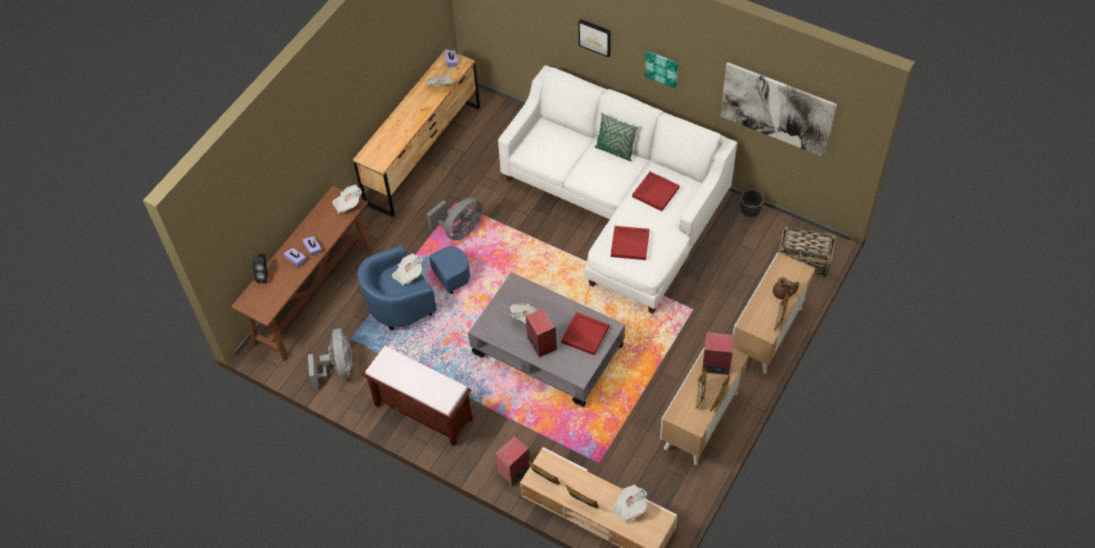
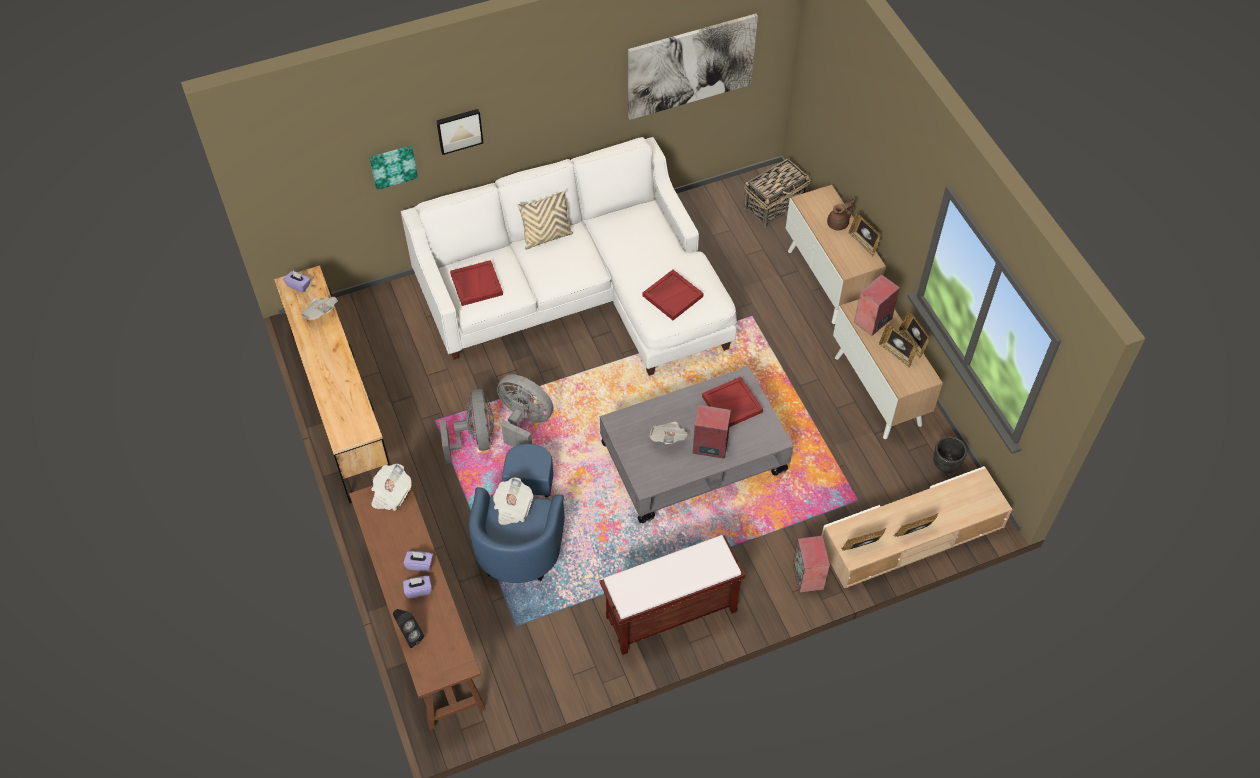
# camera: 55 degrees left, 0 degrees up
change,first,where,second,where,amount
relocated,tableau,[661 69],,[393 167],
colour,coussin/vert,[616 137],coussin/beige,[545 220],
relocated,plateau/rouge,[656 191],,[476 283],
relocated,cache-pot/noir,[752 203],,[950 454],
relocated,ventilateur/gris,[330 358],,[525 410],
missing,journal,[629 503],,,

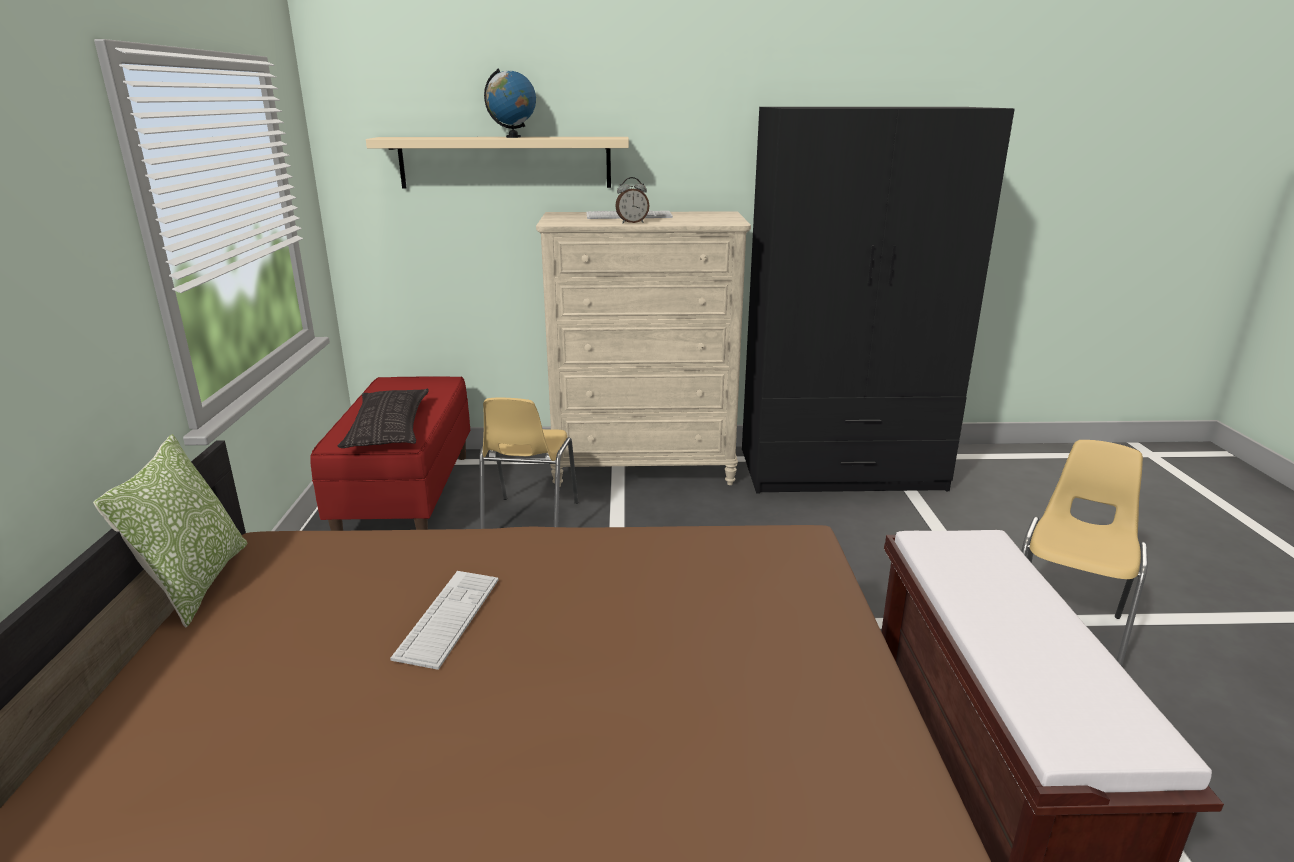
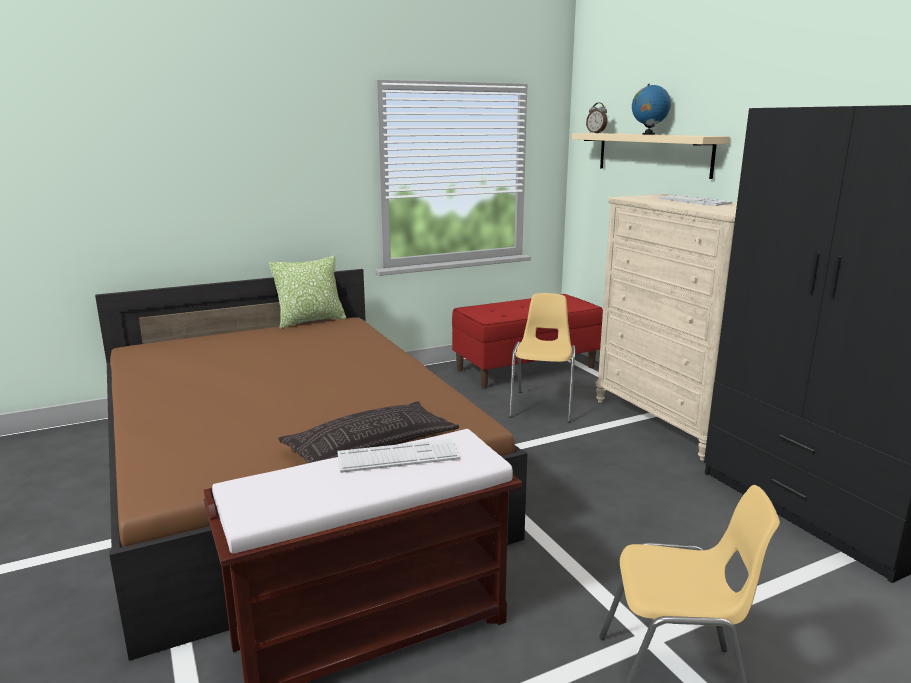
# camera: 65 degrees right, 5 degrees down
change,first,where,second,where,amount
relocated,réveil,[632 200],,[596 117],
relocated,coussin,[383 418],,[368 432],
spun,chaise/jaune,[529 463],,[542 357],120 degrees clockwise
relocated,clavier,[444 620],,[398 456],

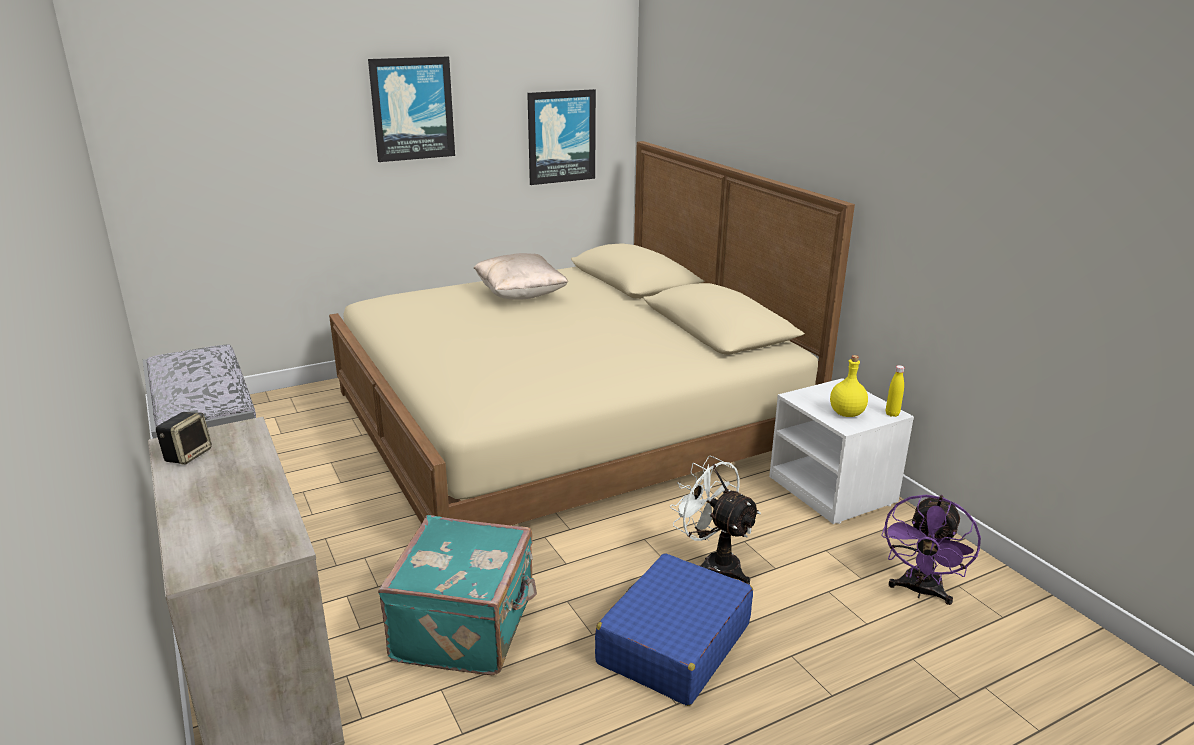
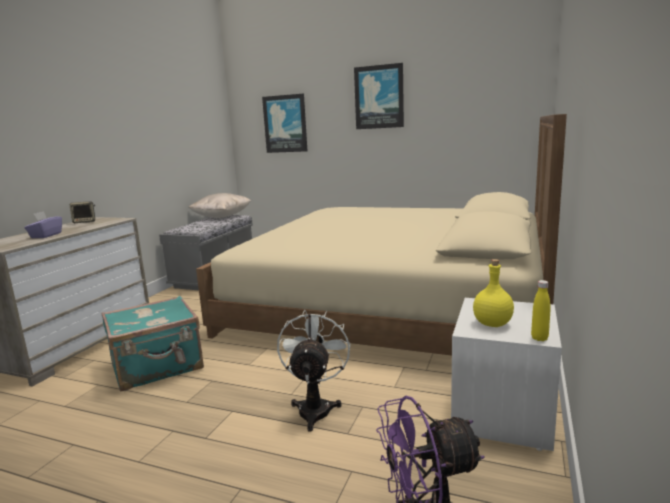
# camera: 50 degrees right, 10 degrees down
change,first,where,second,where,amount
relocated,tableau,[561 137],,[284 123],
relocated,coussin/beige,[521 276],,[220 205],
missing,valise/bleu,[674 629],,,
appeared,,,boîte à mouchoirs/violet,[43 224],

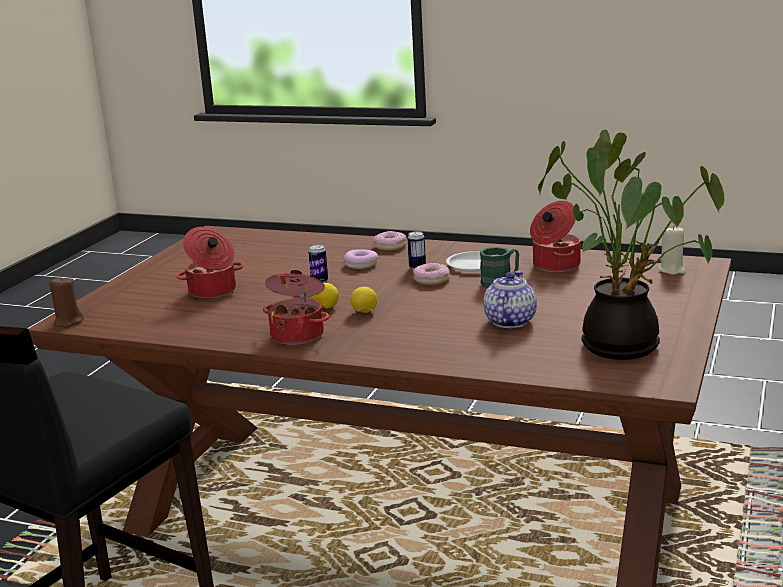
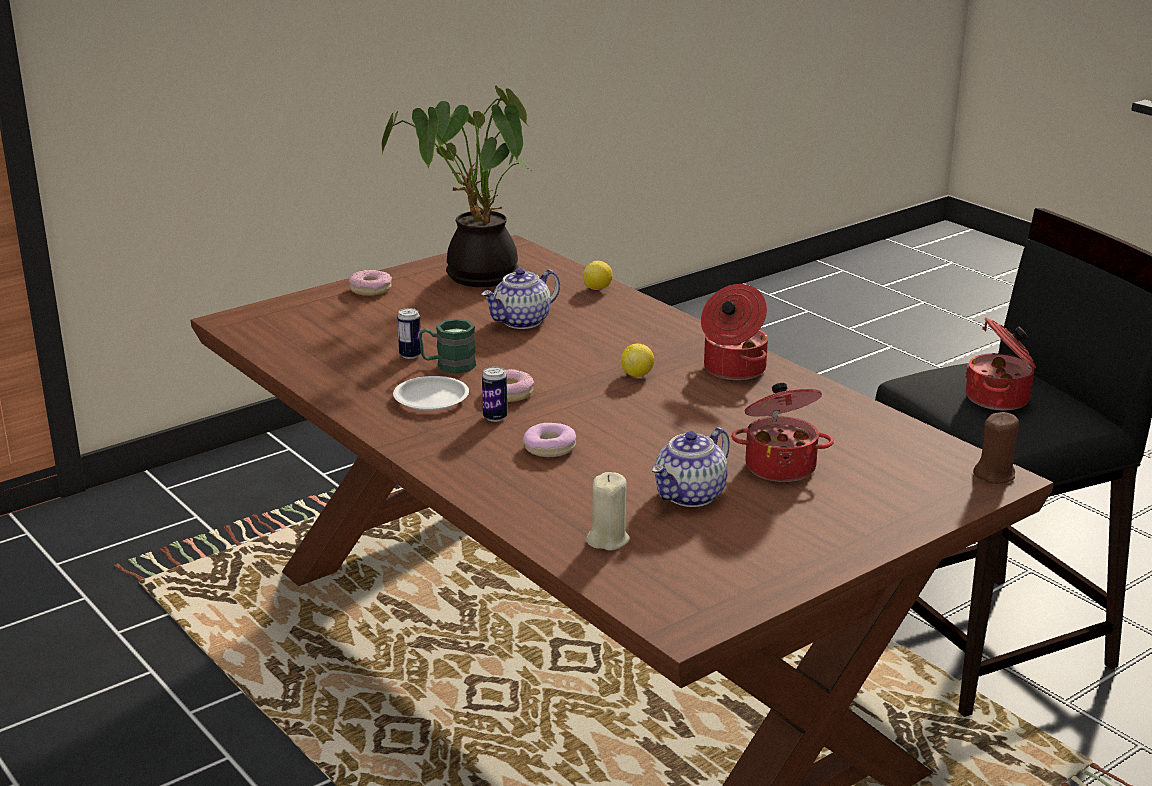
# camera: 150 degrees left, 5 degrees up
change,first,where,second,where,amount
relocated,marmite,[556 236],,[1000 363],
relocated,bougie/beige,[672 250],,[608 511],
relocated,beignet,[390 241],,[370 282],
relocated,boîte métallique,[318 264],,[409 333],
relocated,citron,[325 296],,[598 275],
appeared,,,théière,[691 467],

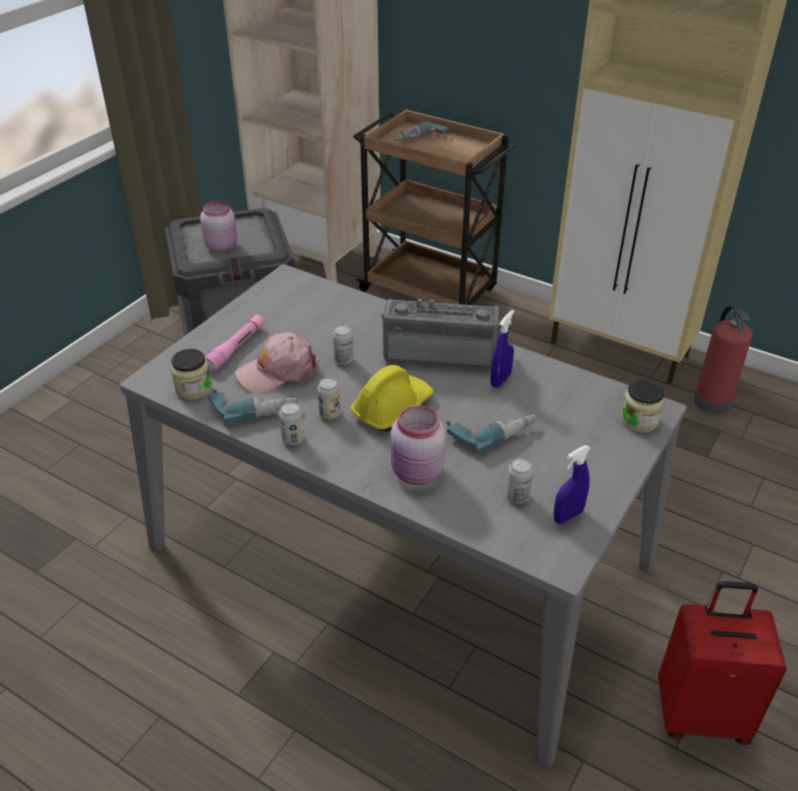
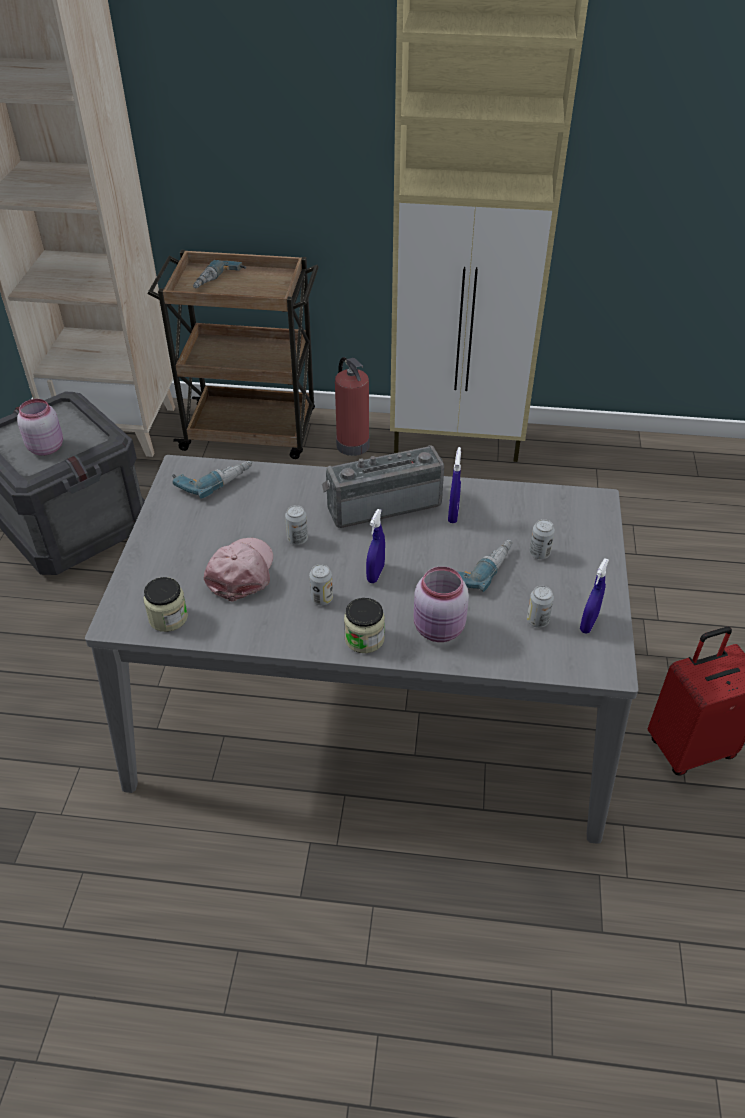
# camera: 25 degrees left, 5 degrees up
change,first,where,second,where,amount
relocated,extincteur,[723 360],,[352 406],
missing,lampe de poche/rose,[235 343],,,
spun,casquette/rose,[277 362],,[238 569],150 degrees clockwise
exchanged,casque de chantier/jaune,[392 398],vaporisateur/bleu,[375 546],
relocated,bocal,[642 406],,[364 625],
relocated,perceuse,[254 407],,[212 480],
relocated,boîte métallique,[291 423],,[542 539],

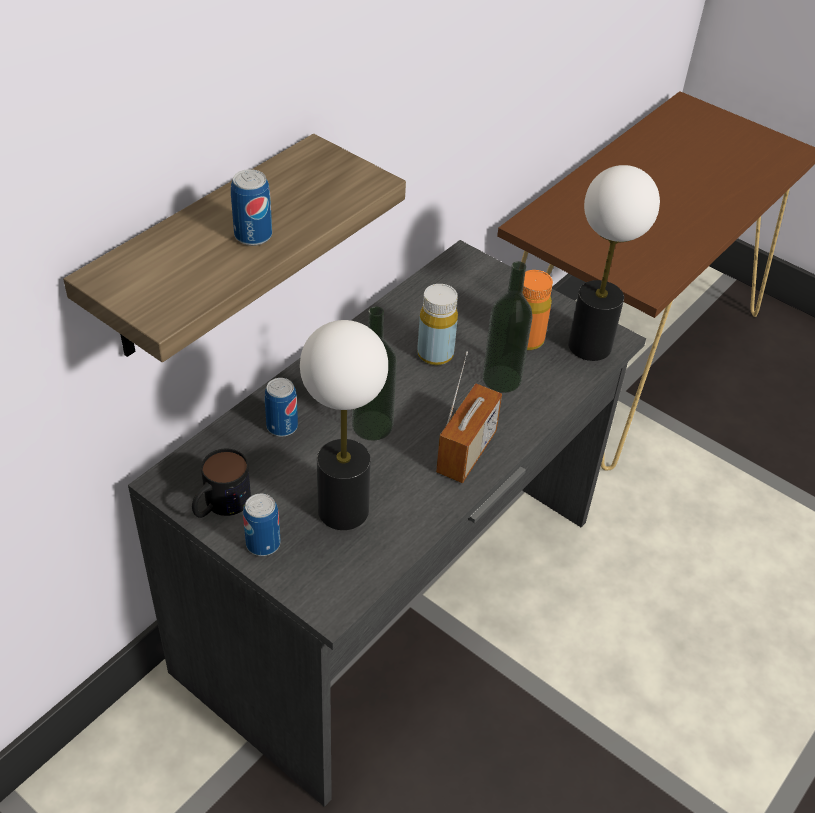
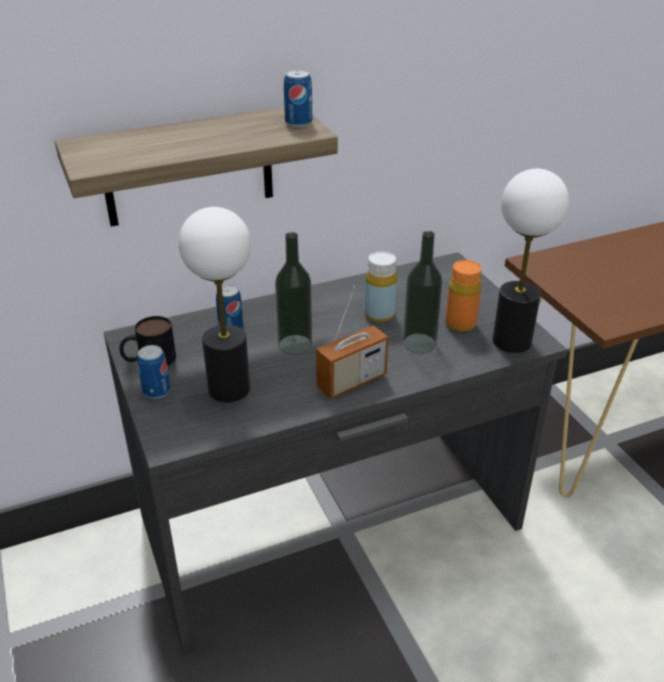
# camera: 30 degrees right, 10 degrees down
change,first,where,second,where,amount
relocated,boîte métallique,[251 207],,[298 98],

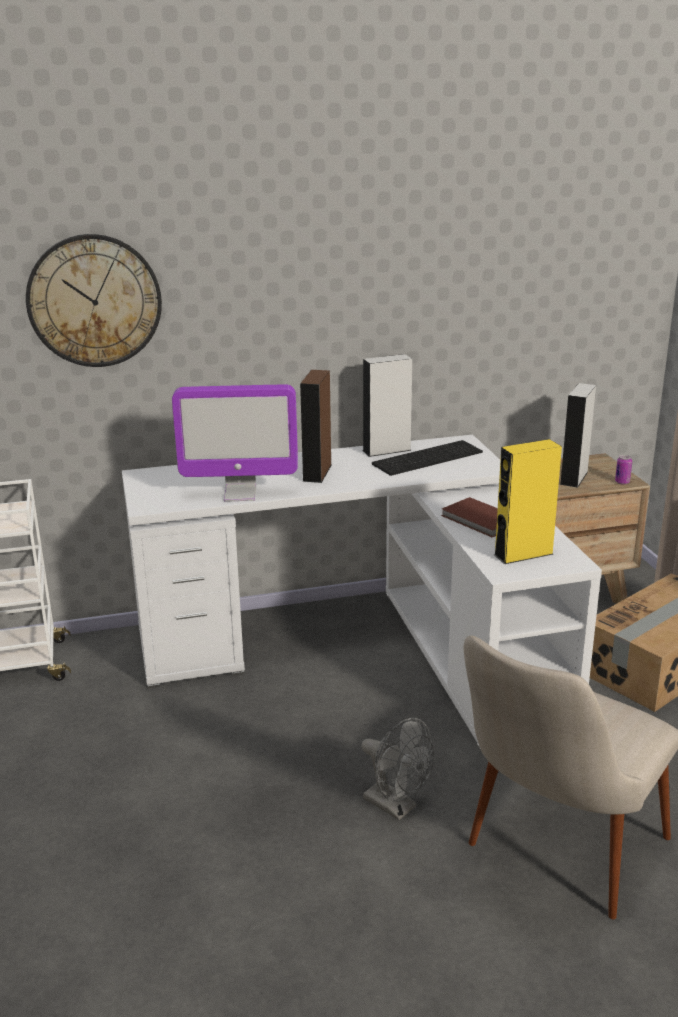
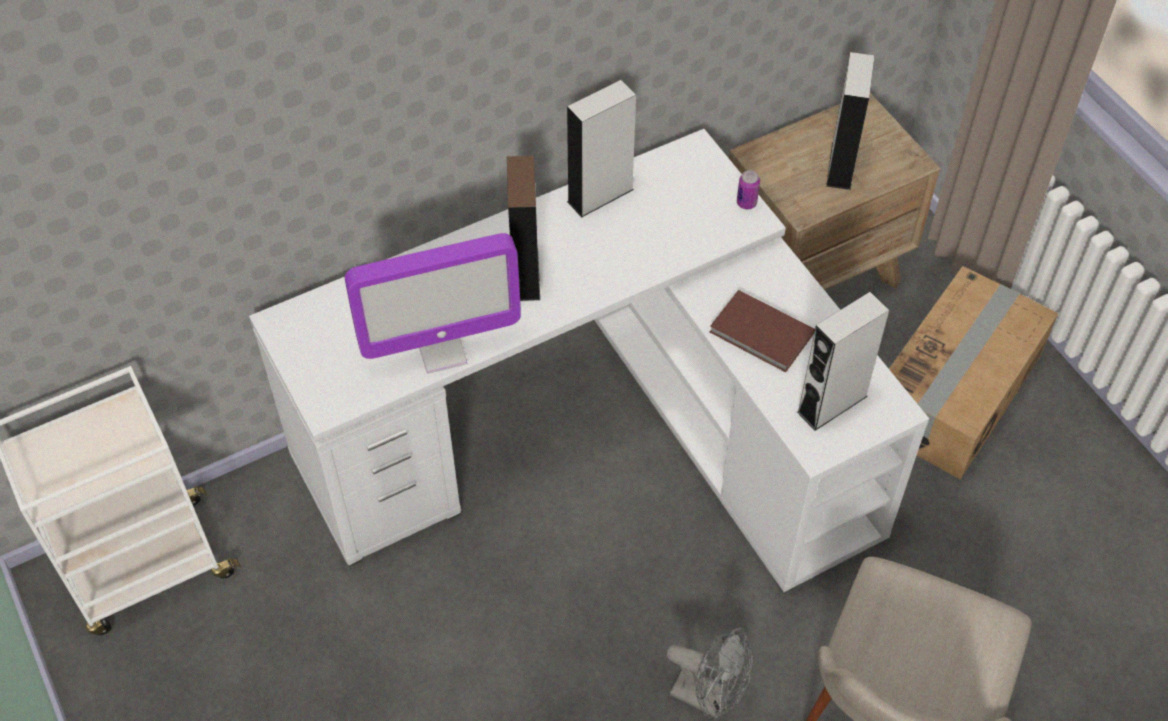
# camera: 15 degrees left, 30 degrees up
change,first,where,second,where,amount
missing,horloge murale,[94 300],,,
colour,enceinte/jaune,[528 501],enceinte/gris,[843 361],
missing,clavier,[427 458],,,
relocated,boîte métallique,[623 470],,[748 189],

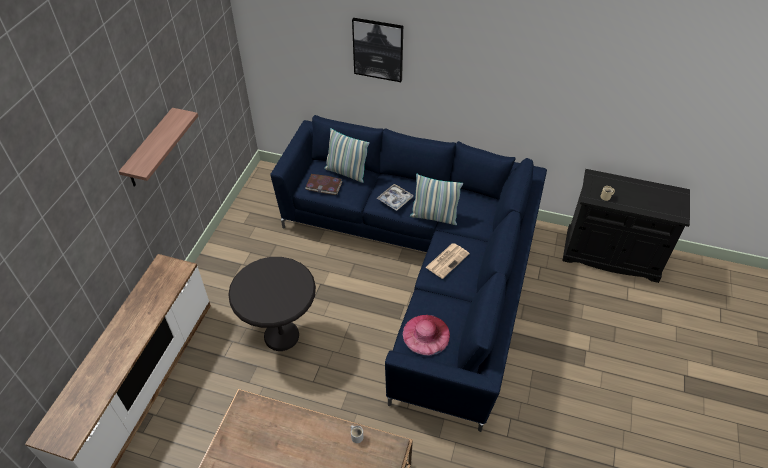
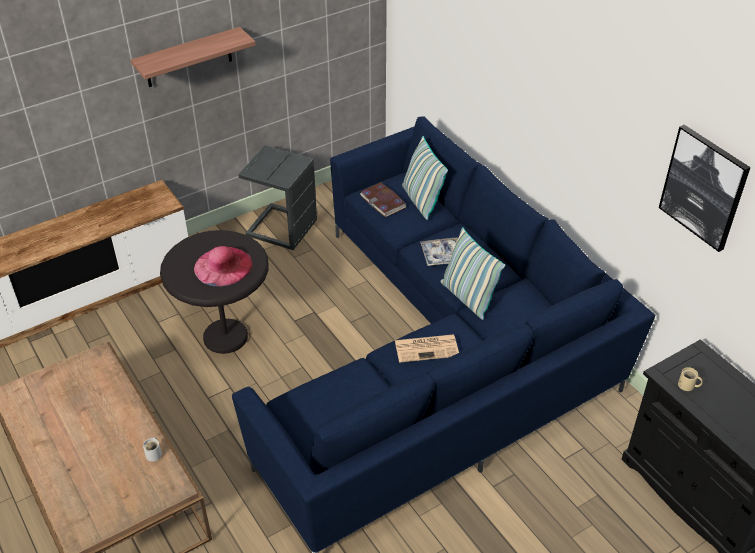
# camera: 40 degrees right, 5 degrees down
change,first,where,second,where,amount
relocated,tableau,[377 50],,[705 188],
relocated,chapeau/rose,[426 335],,[223 266],
appeared,,,table d'appoint/gris,[277 197],

